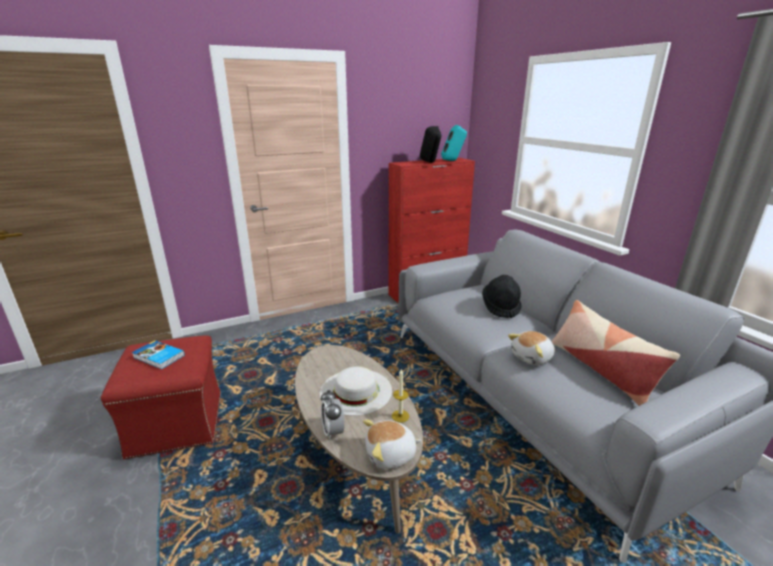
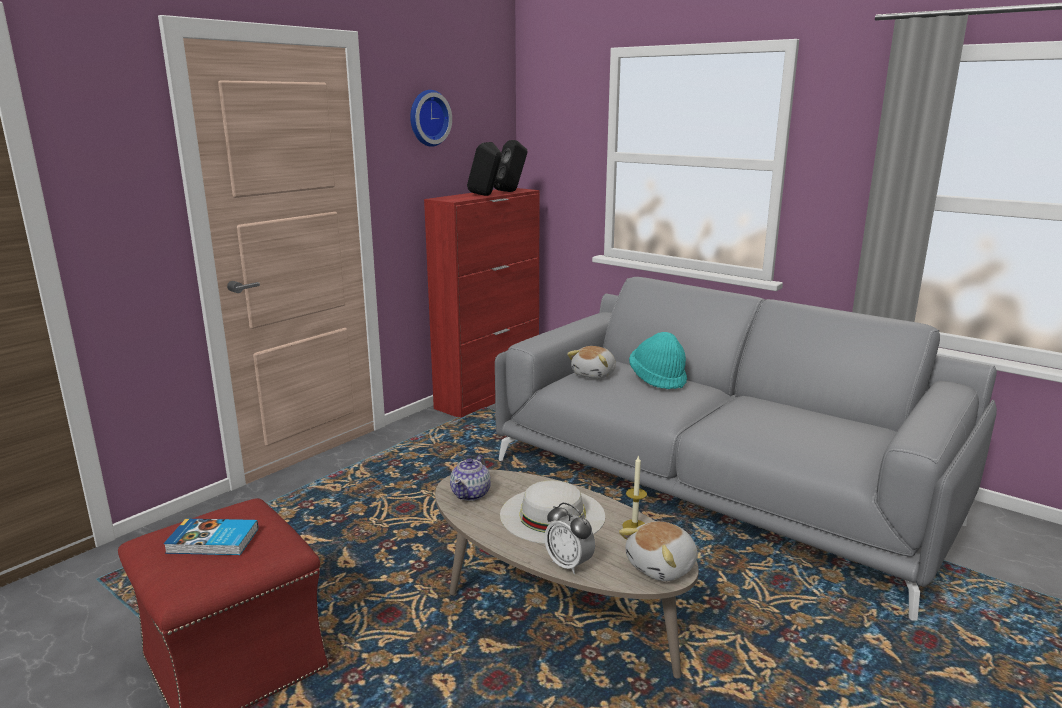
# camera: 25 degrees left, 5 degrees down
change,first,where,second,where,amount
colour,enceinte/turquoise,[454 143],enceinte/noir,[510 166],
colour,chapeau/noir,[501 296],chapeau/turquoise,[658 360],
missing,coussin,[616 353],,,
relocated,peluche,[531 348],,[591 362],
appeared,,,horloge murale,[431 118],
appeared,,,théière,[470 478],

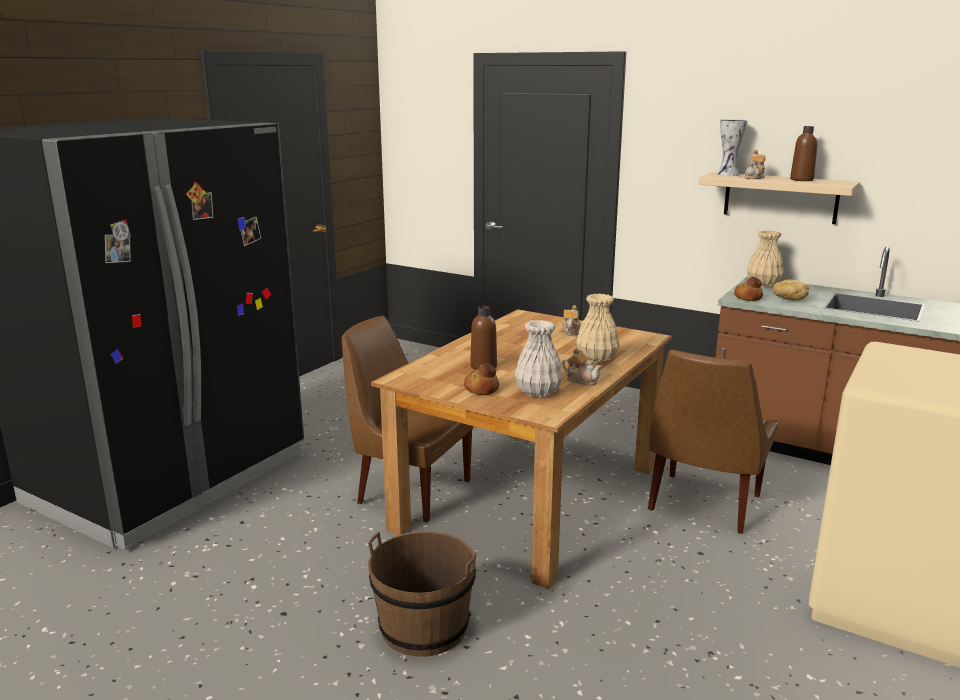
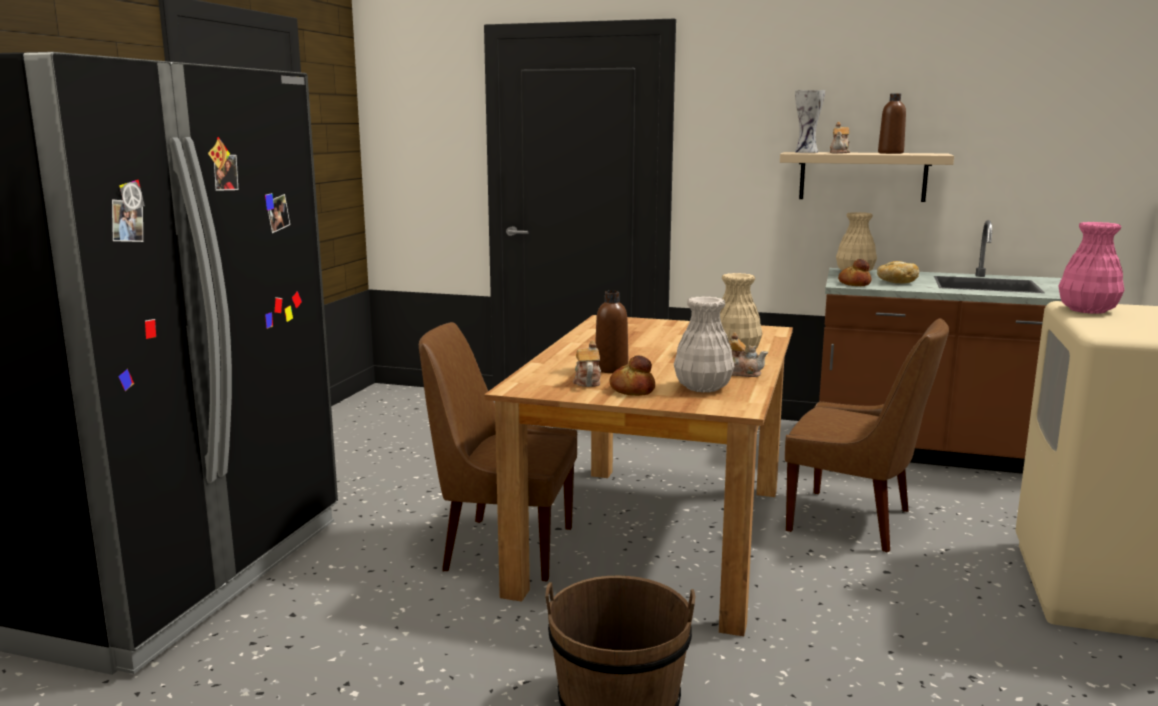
# camera: 15 degrees left, 5 degrees down
change,first,where,second,where,amount
relocated,théière,[570 320],,[587 364],
spun,chaise/marron,[713 442],,[867 435],75 degrees counterclockwise
appeared,,,vase/rose,[1091 268],

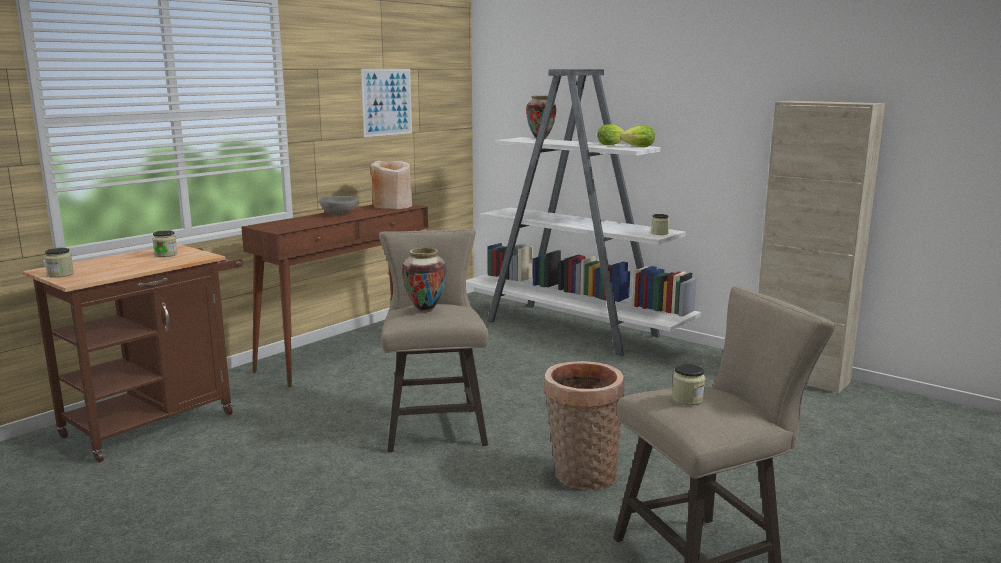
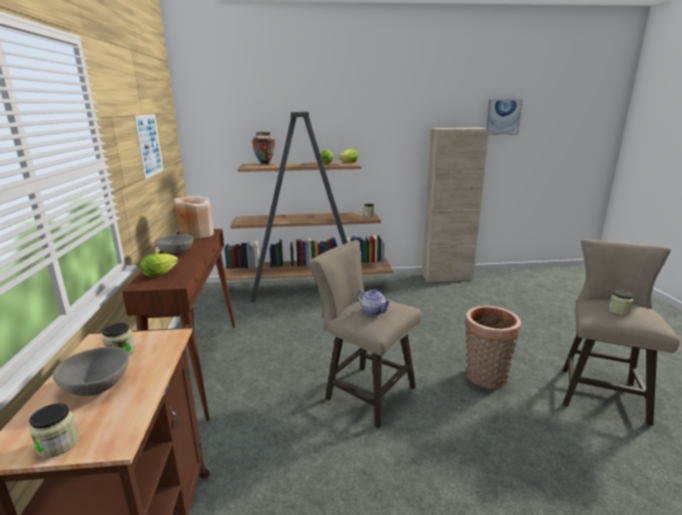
# camera: 45 degrees left, 5 degrees up
change,first,where,second,where,amount
colour,bibliothèque/blanc,[583 212],bibliothèque/marron,[308 207],
exchanged,vase,[424 280],théière,[374 302],
appeared,,,tableau,[504 117],
appeared,,,laitue,[159 265],
appeared,,,bol/gris,[90 371],

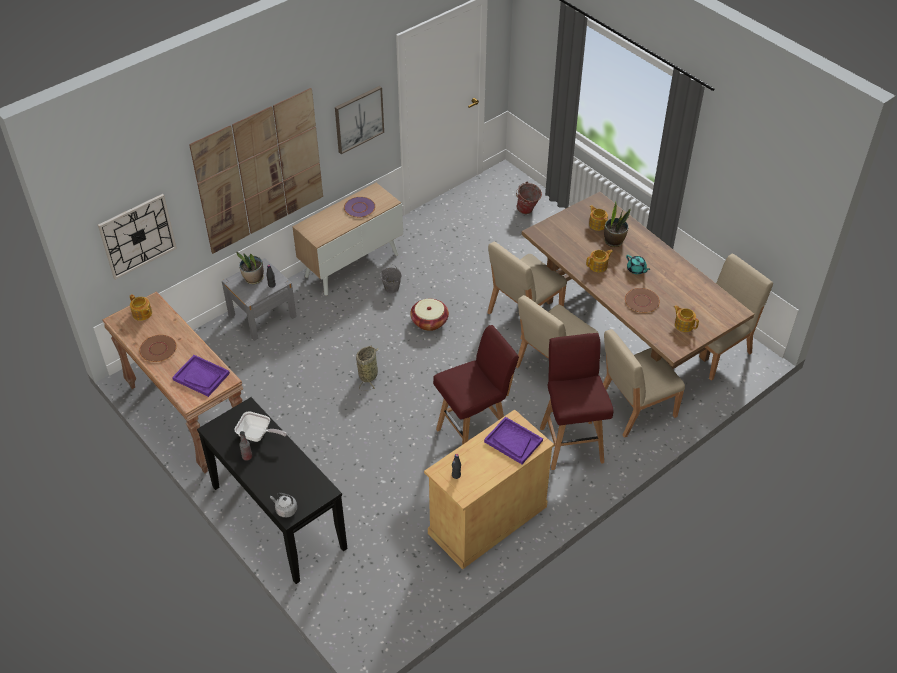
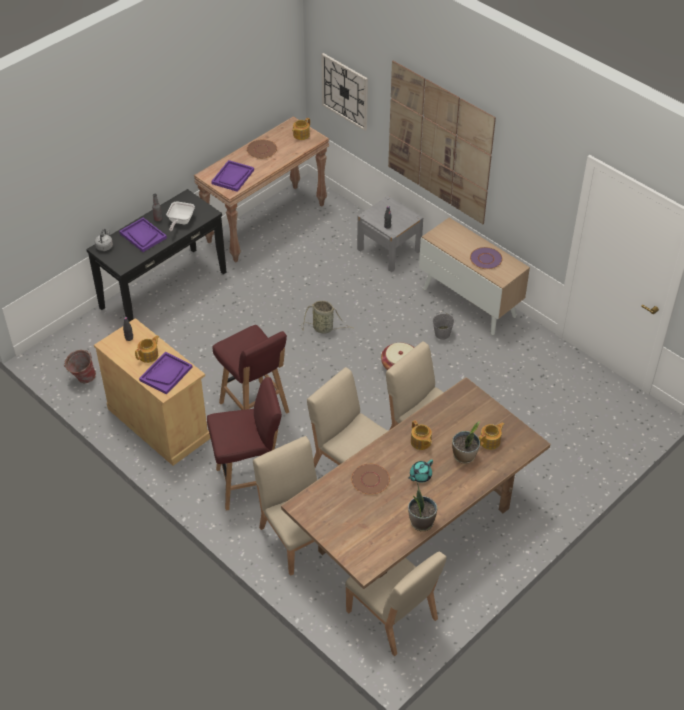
# camera: 85 degrees right, 0 degrees up
change,first,where,second,where,amount
missing,tableau,[359 120],,,
relocated,seau,[529 198],,[80 366],
relocated,plante en pot,[250 268],,[422 507],
relocated,théière,[686 318],,[147 349],
appeared,,,plateau/violet,[143 235],

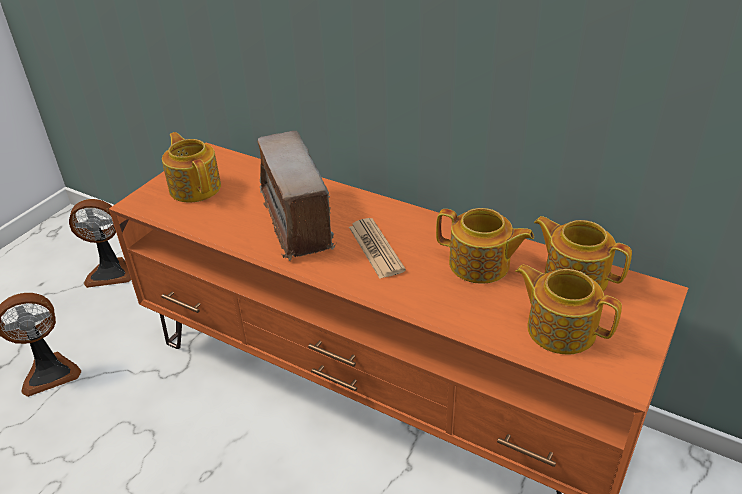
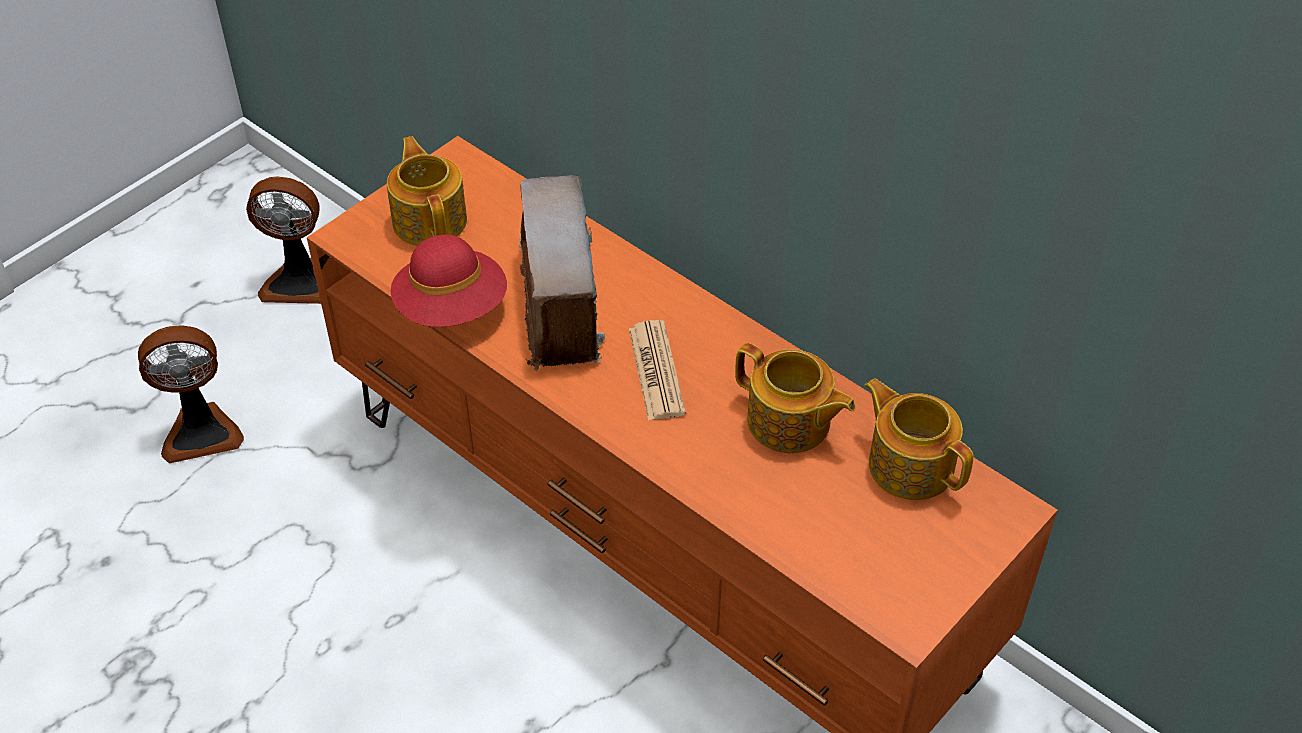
# camera: 10 degrees right, 10 degrees up
change,first,where,second,where,amount
missing,théière,[568 310],,,
appeared,,,chapeau/rouge,[449 281],

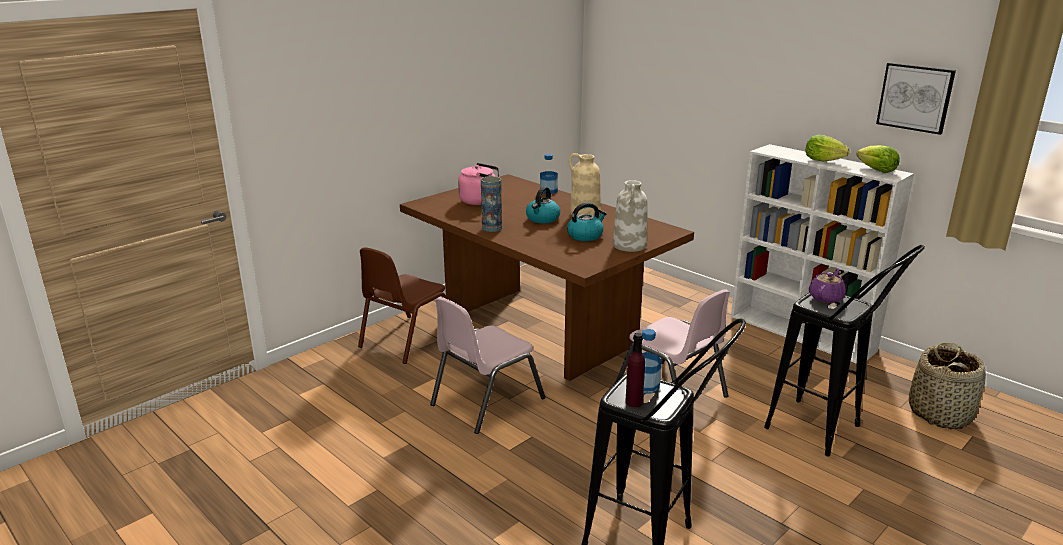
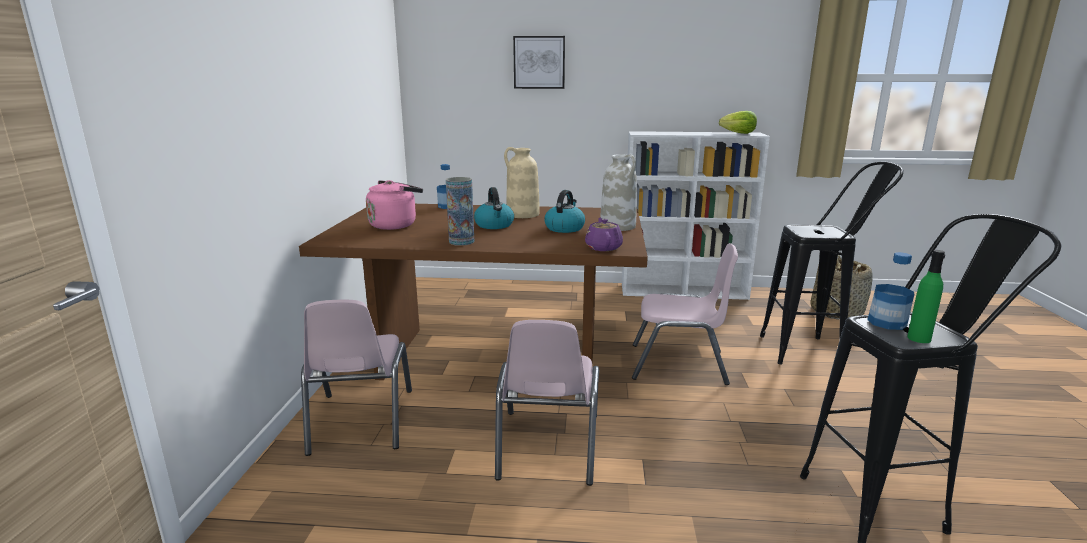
# camera: 40 degrees left, 5 degrees down
change,first,where,second,where,amount
relocated,tableau,[916 98],,[539 62],
missing,laitue,[827 148],,,
colour,chaise/marron,[402 306],chaise/rose,[356 378],
relocated,théière/violet,[827 286],,[604 234],
colour,bouteille/violet,[635 370],bouteille/vert,[926 296],

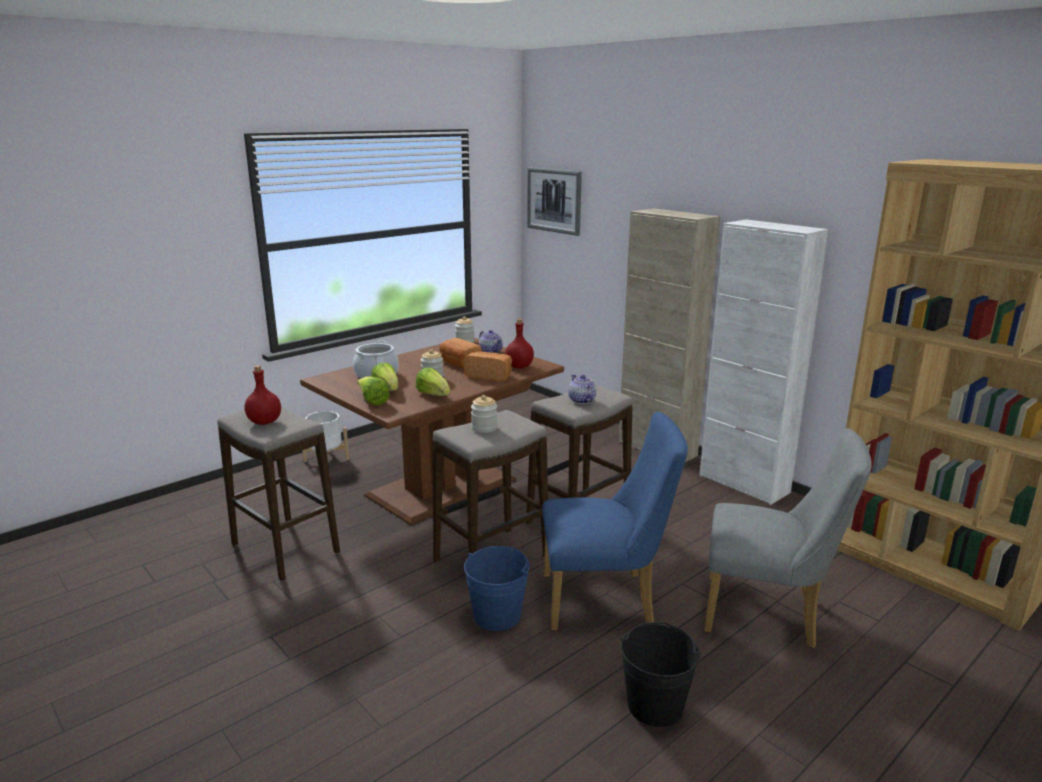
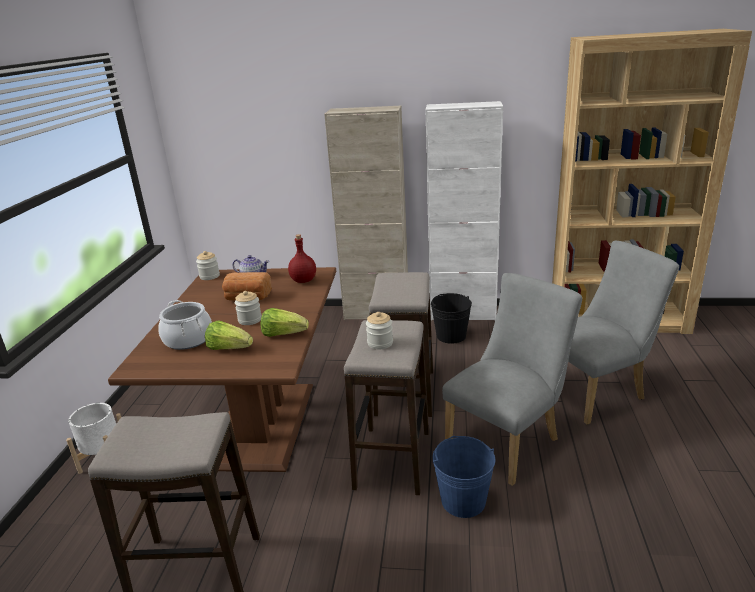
# camera: 40 degrees left, 5 degrees up
change,first,where,second,where,amount
missing,tableau,[554 201],,,
missing,pain,[488 366],,,
missing,bouteille/rouge,[262 395],,,
missing,théière,[582 389],,,
missing,laitue,[373 391],,,
colour,chaise/bleu,[615 521],chaise/gris,[512 379],
relocated,seau/noir,[660 674],,[451 318],

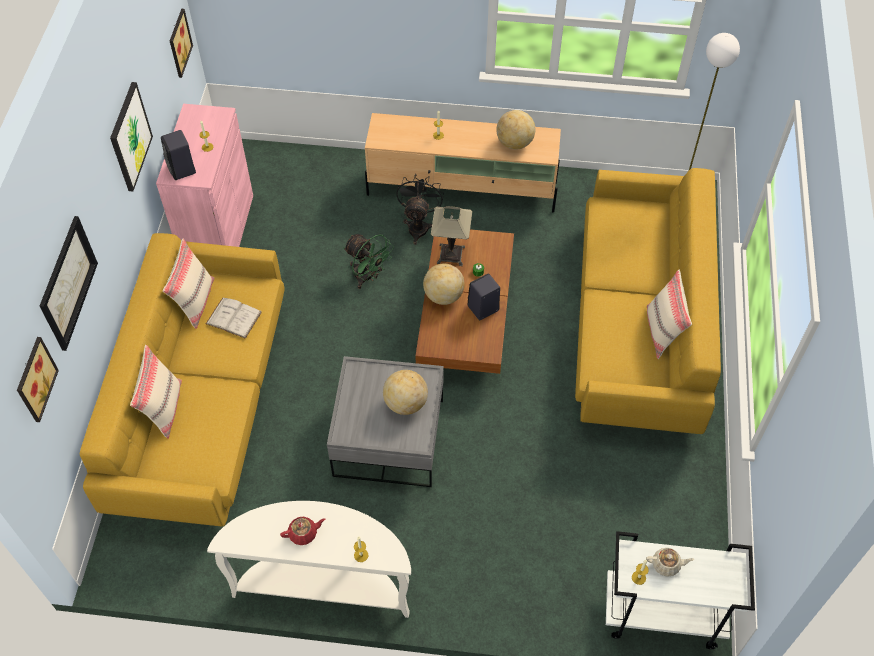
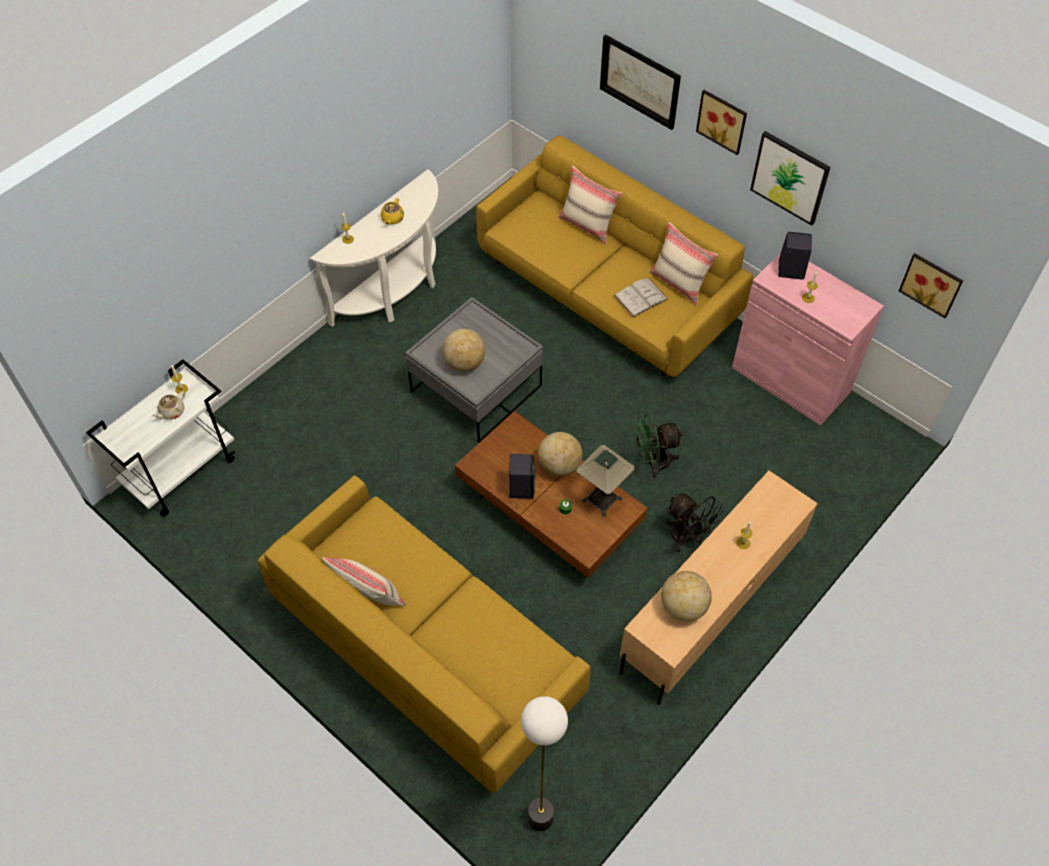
# camera: 125 degrees right, 0 degrees up
change,first,where,second,where,amount
relocated,tableau,[38 379],,[721 122],
colour,théière/rouge,[302 531],théière/jaune,[392 211],

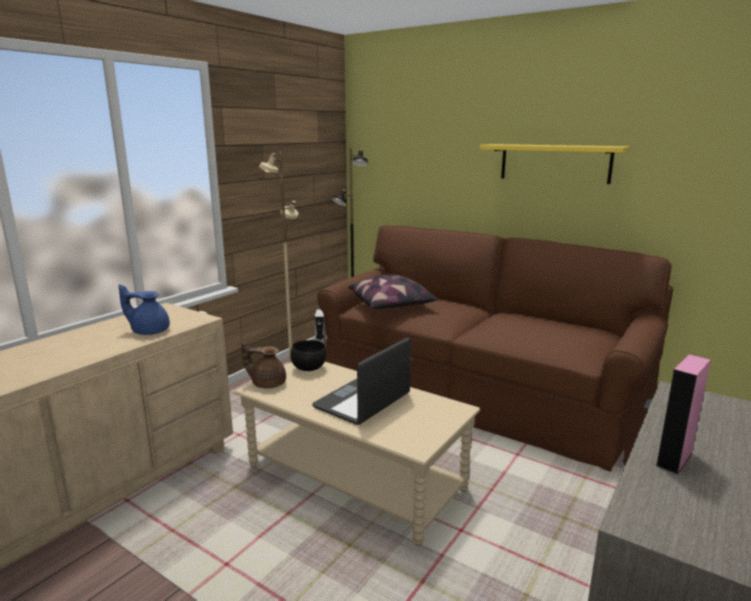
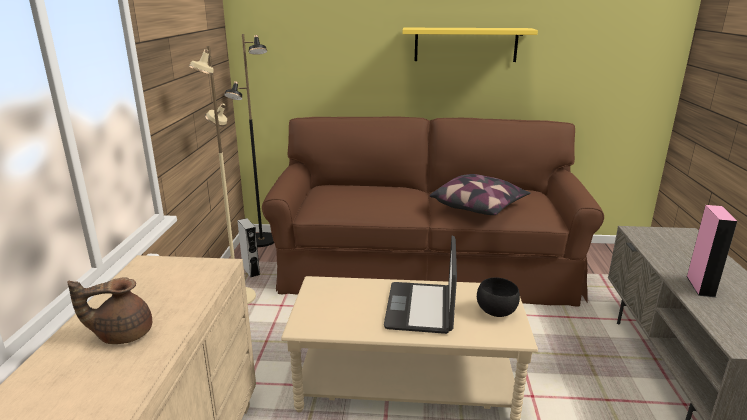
# camera: 30 degrees left, 5 degrees up
change,first,where,second,where,amount
relocated,coussin,[393 292],,[480 194],
missing,théière/bleu,[144 309],,,
relocated,théière/marron,[263 364],,[109 311],
relocated,bol/noir,[308 355],,[498 297],

